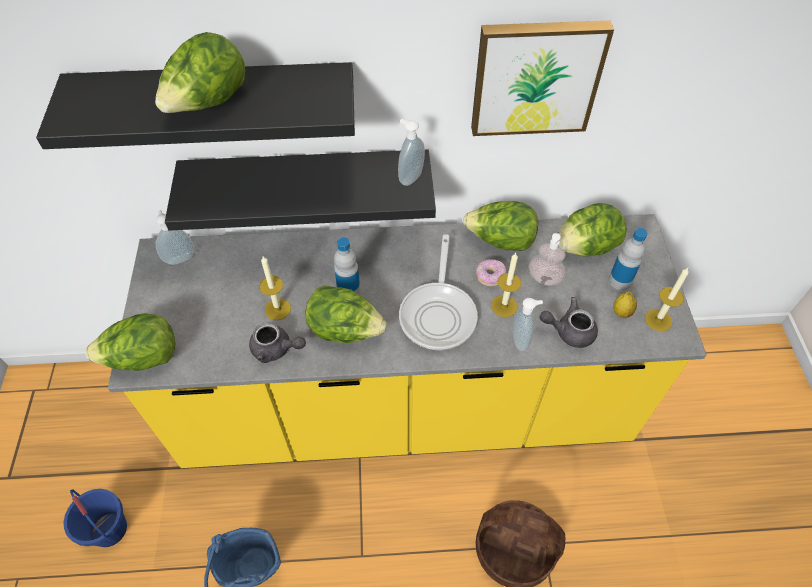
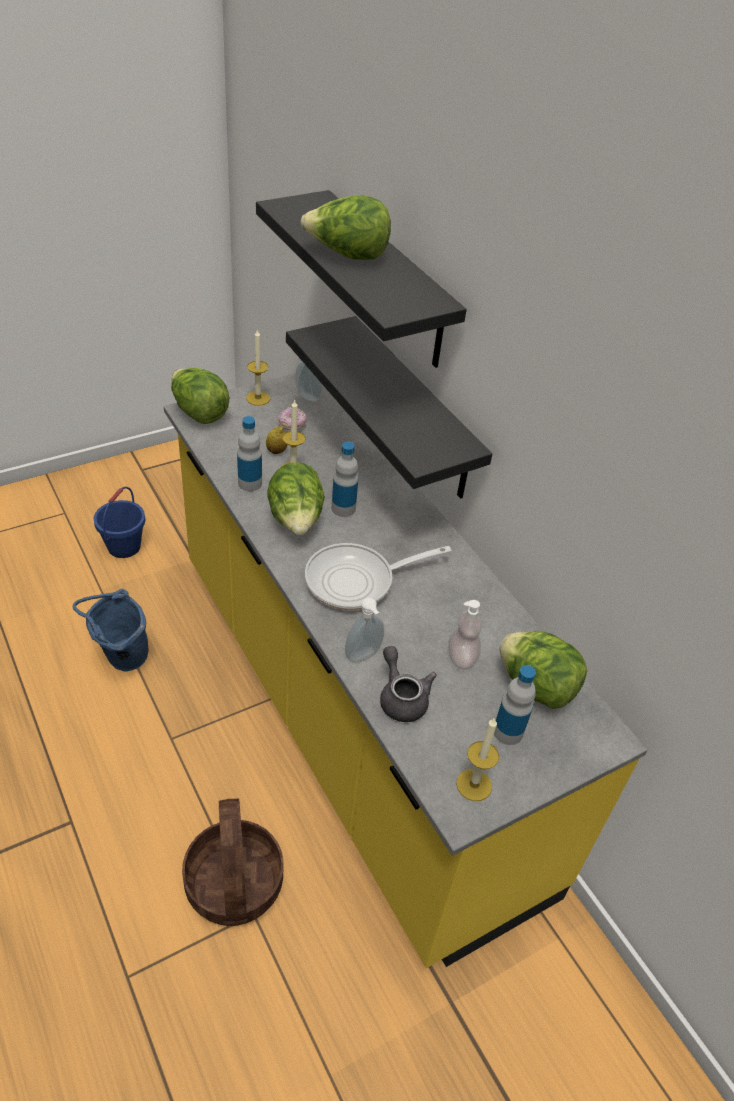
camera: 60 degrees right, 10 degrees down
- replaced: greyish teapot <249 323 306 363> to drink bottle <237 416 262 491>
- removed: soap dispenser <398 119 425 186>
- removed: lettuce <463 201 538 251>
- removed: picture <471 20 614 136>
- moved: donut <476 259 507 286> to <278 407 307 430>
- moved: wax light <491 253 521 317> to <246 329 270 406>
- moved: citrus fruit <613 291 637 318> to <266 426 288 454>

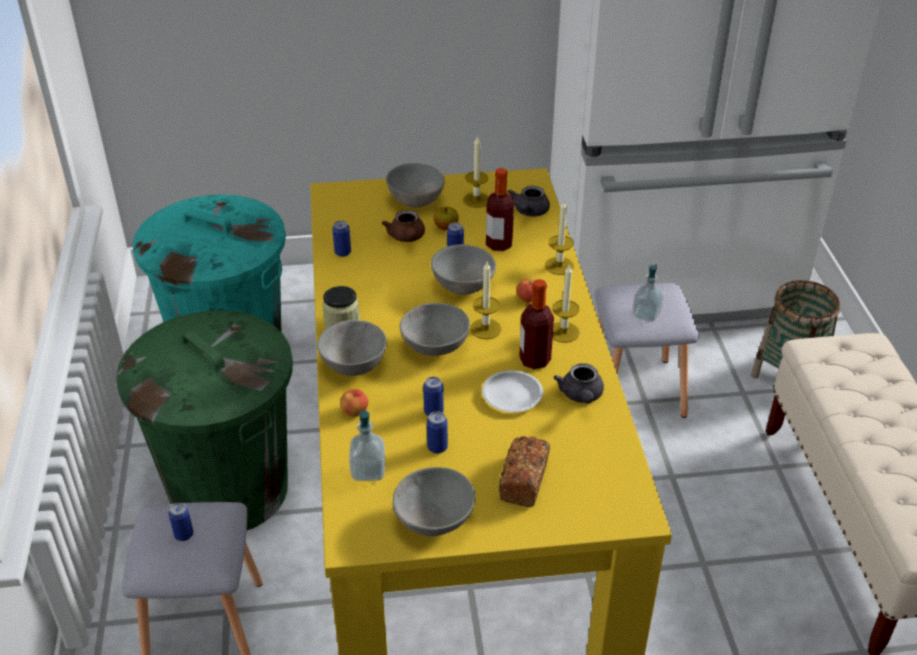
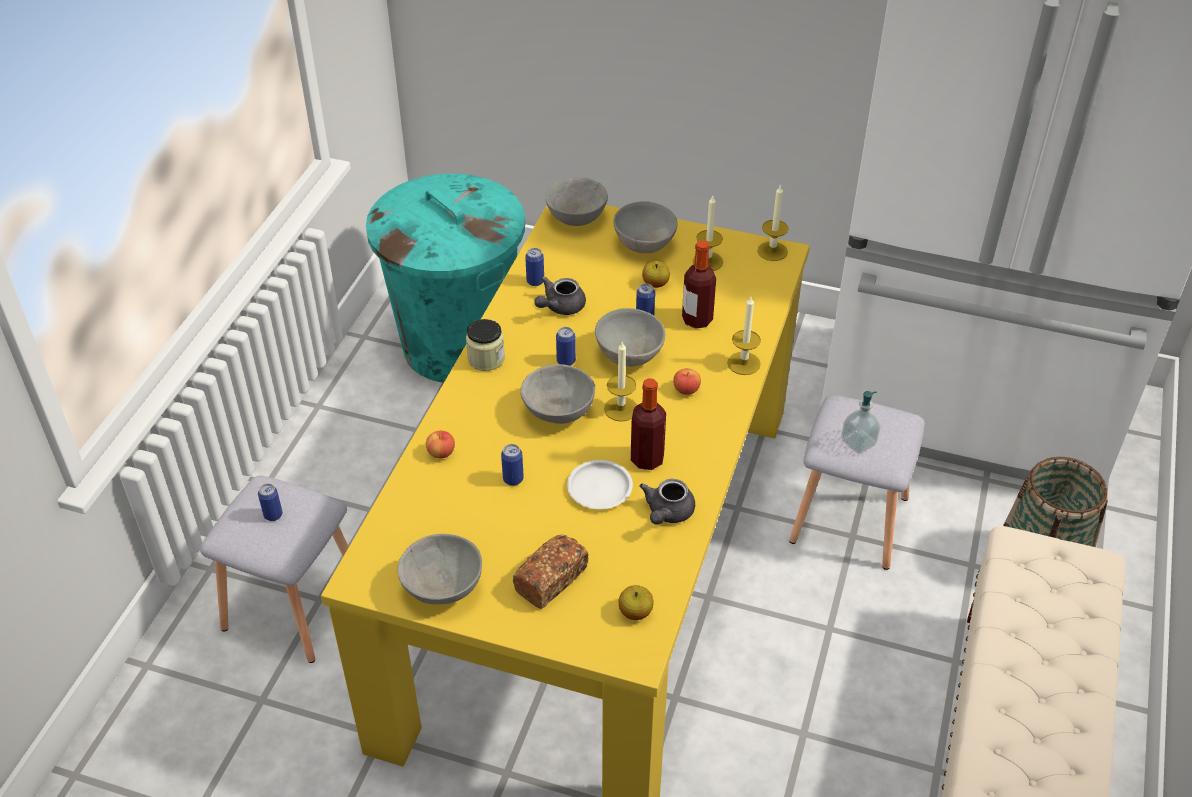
camera: 25 degrees right, 5 degrees up
- removed: green-coloured rubbish bin <116 310 293 530>
- moved: greyish serving bowl <317 320 387 376> to <545 177 608 226>
- removed: soap dispenser <349 408 385 481>
- removed: brown teapot <382 210 425 242>
- moved: metal can <427 411 448 454> to <556 327 576 366>
- moved: greyish teapot <508 186 550 217> to <534 276 586 315>
- moved: wax light <552 265 580 343> to <757 184 789 261>
- added: apple fruit <618 585 654 620>

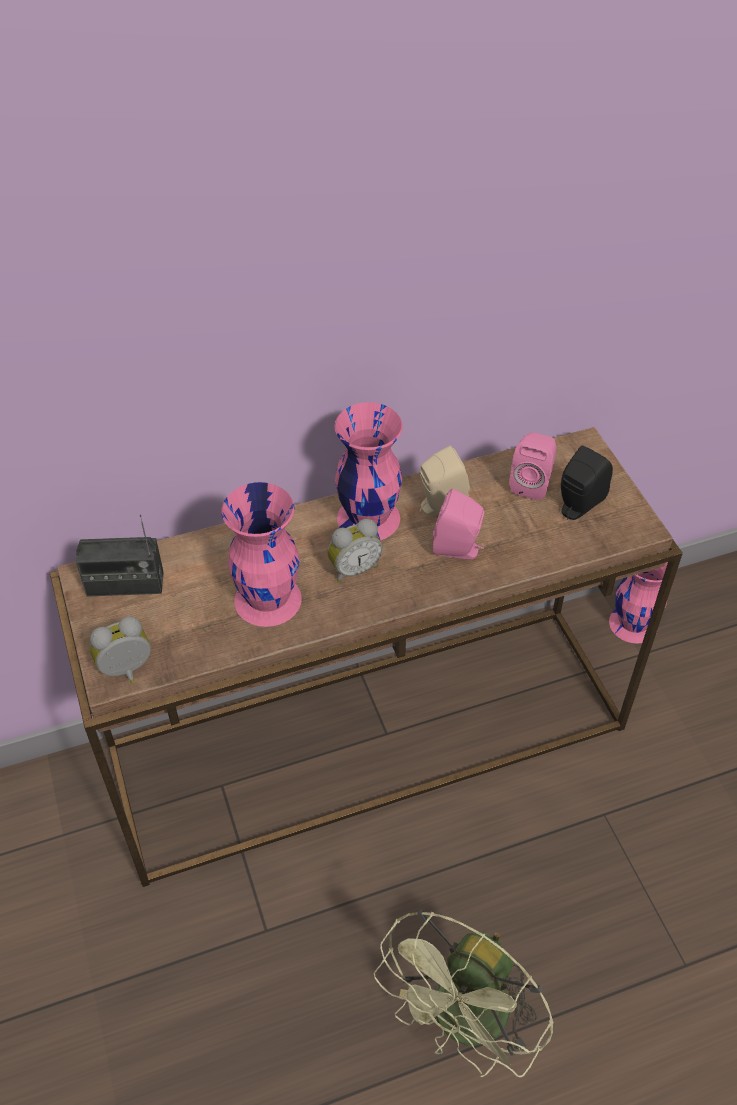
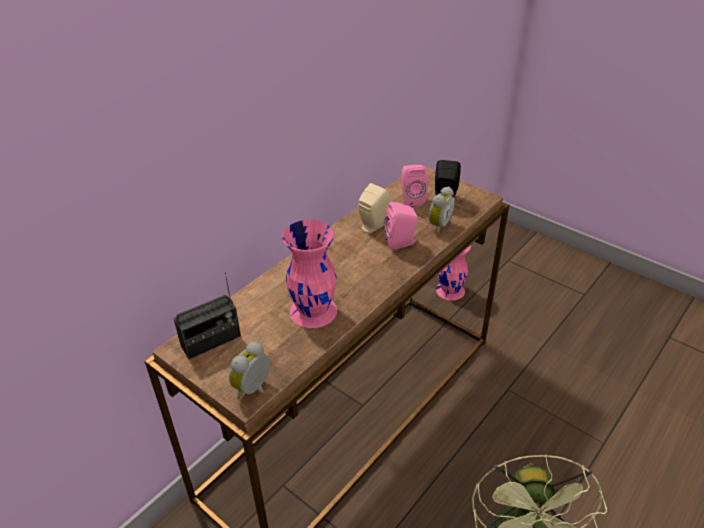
camera: 30 degrees left, 10 degrees down
- moved: bedside clock <327 519 383 582> to <429 186 455 234>
- removed: pink decorative vase <335 402 403 541>

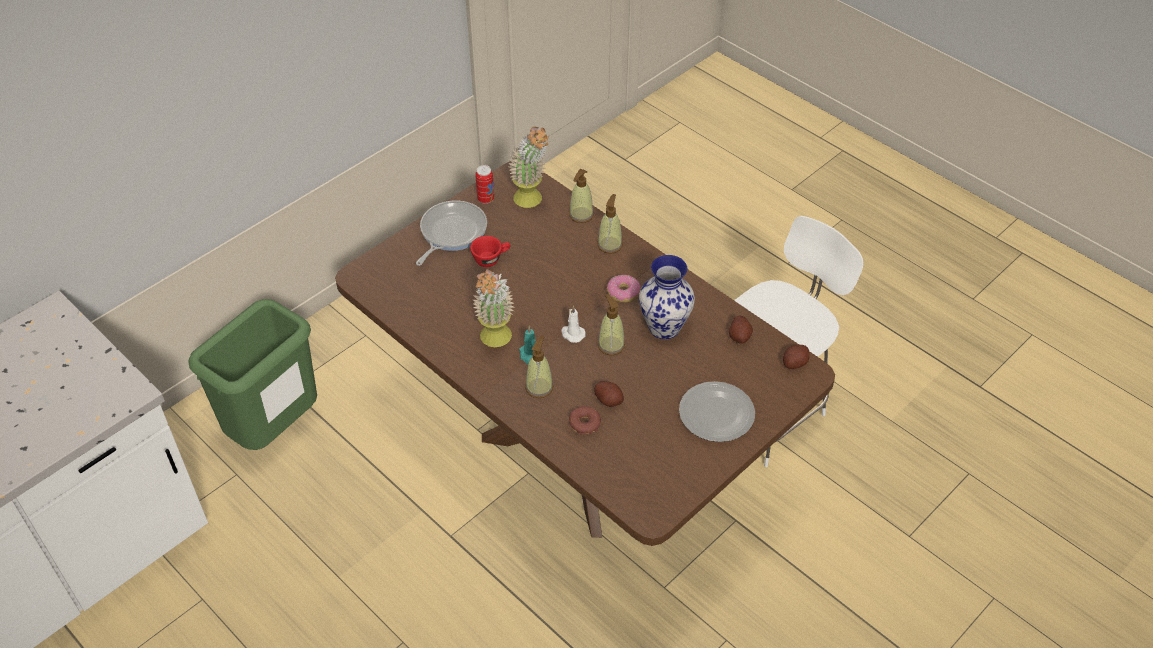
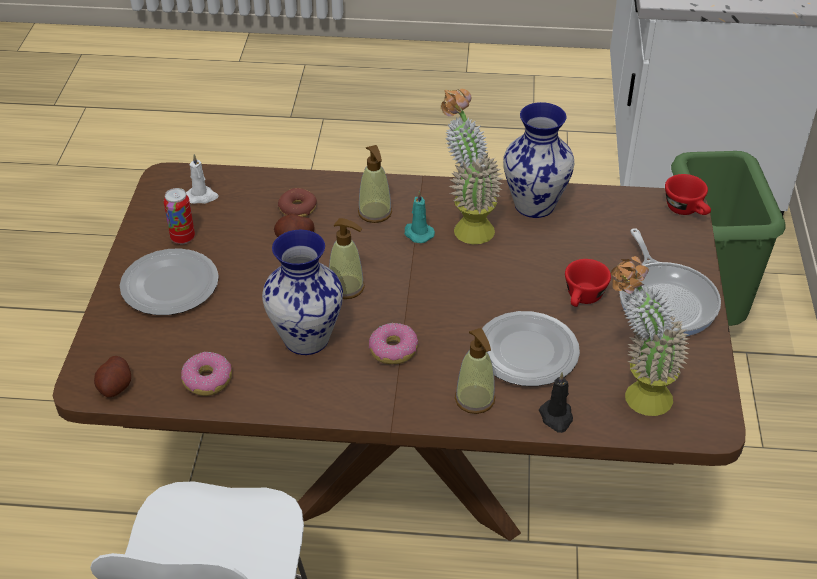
camera: 140 degrees right, 5 degrees down
- moved: metal can <475 165 494 204> to <164 188 195 244>
- moved: white-coloured wax light <561 306 586 343> to <186 154 219 204>
- replaced: soap dispenser <569 169 594 223> to black wax light <539 372 573 433>
- replaced: spud <729 316 753 344> to donut <181 352 232 396>
- added: flat dish <482 311 580 386>
- added: decorative vase <503 102 574 218>
- added: red drinking cup <665 174 711 215>

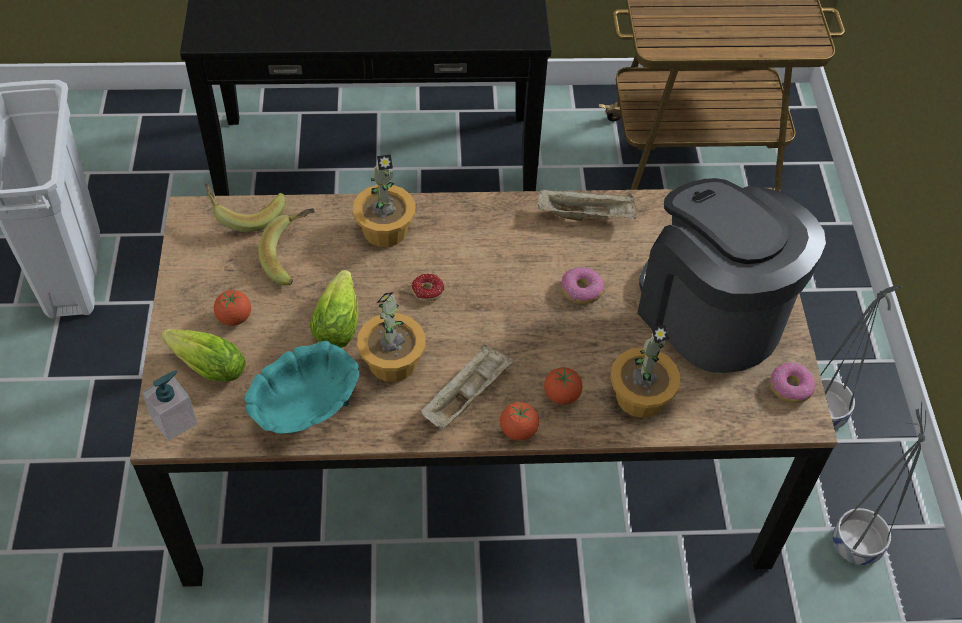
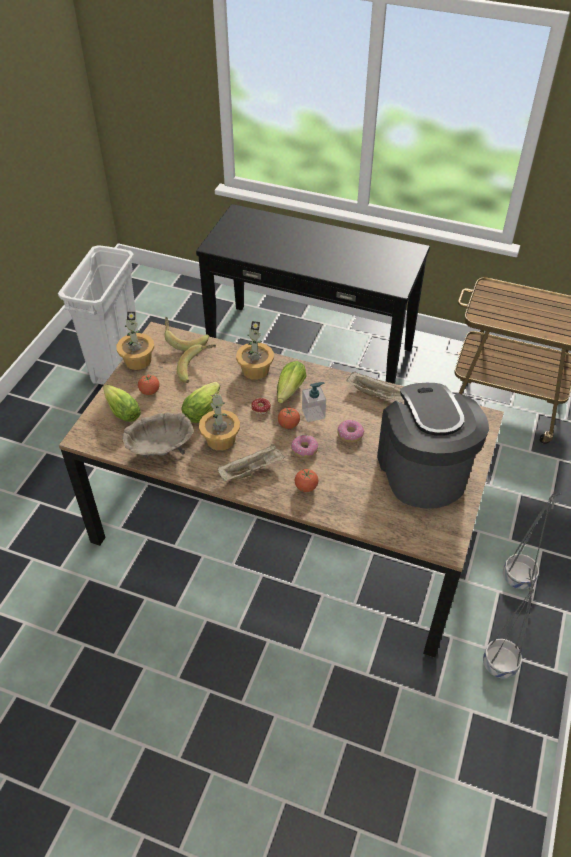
camera: 25 degrees right, 5 degrees down
- moved: soap dispenser <142 370 197 441> to <302 382 326 422>
- recoloured: blue-green serving bowl <244 341 359 434> to sand-coloured serving bowl <122 412 194 458>
- moved: fresh tomato <500 402 539 440> to <278 408 300 429>
- moved: plant in a pot <610 324 681 418> to <116 312 154 370>
- moved: donut <770 362 815 403> to <291 435 318 458>
- added: lettuce <277 361 306 403>

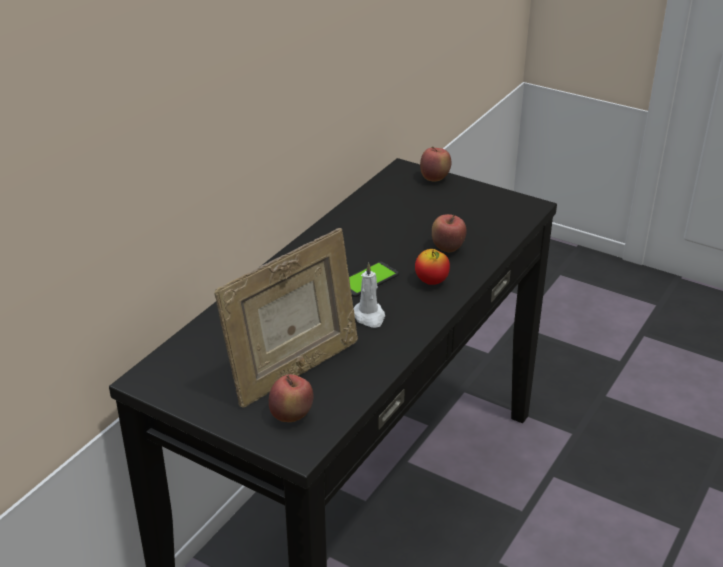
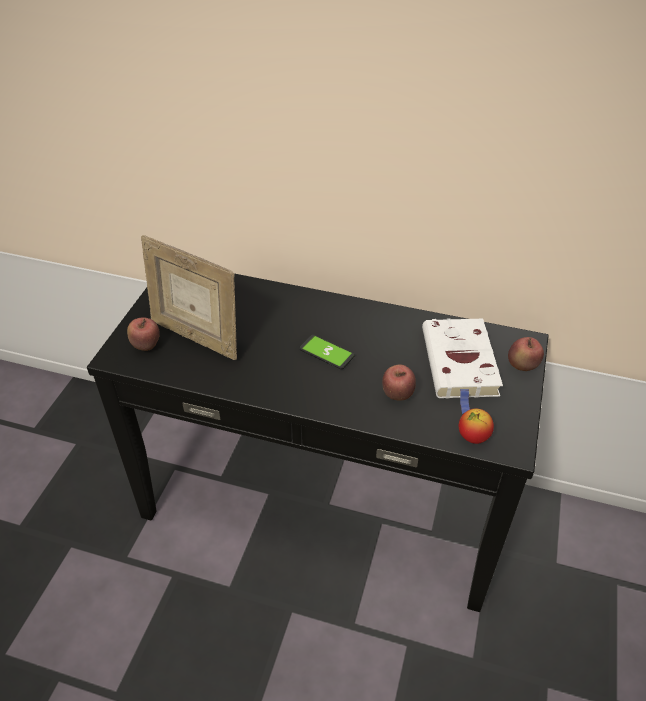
camera: 75 degrees right, 10 degrees up
- removed: white-coloured wax light <354 262 385 328>
- moved: apple fruit <415 249 450 285> to <459 409 494 444>
- added: white-coloured bound book <422 318 503 414>

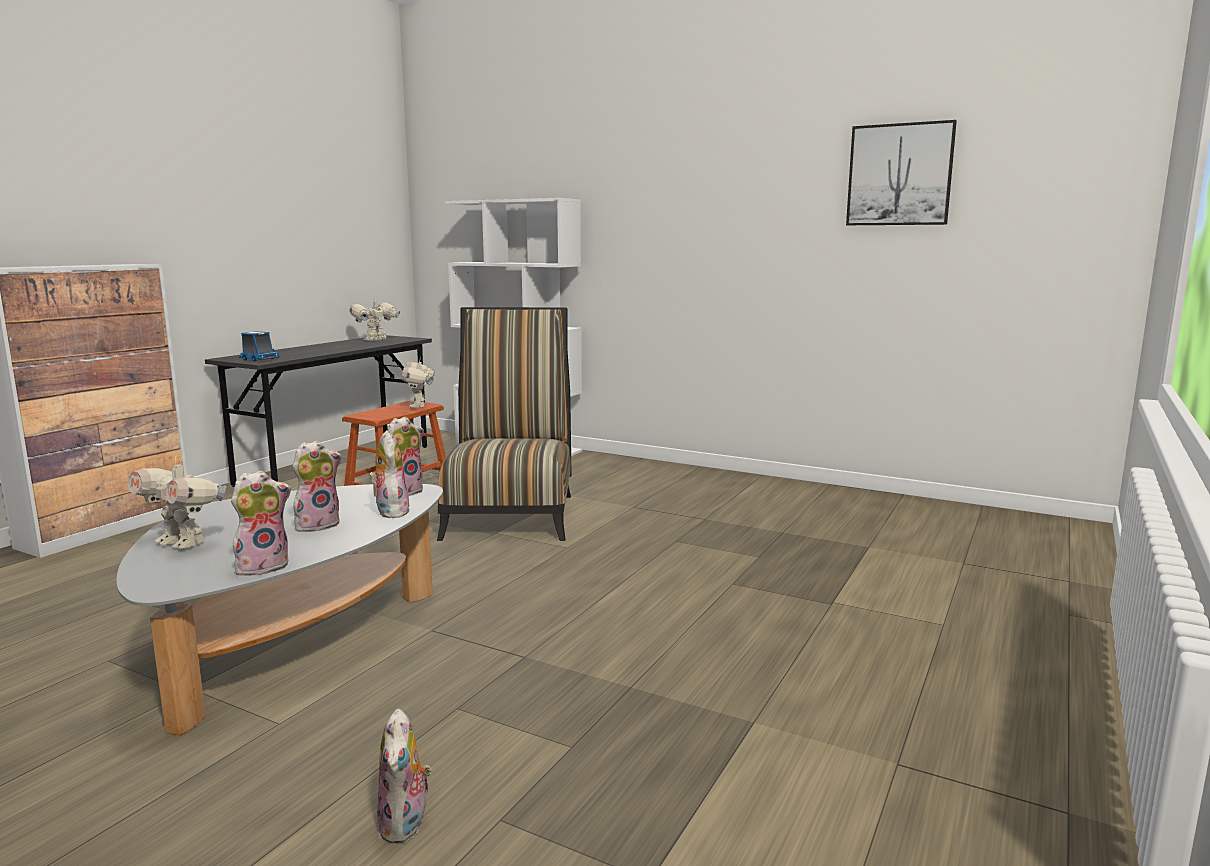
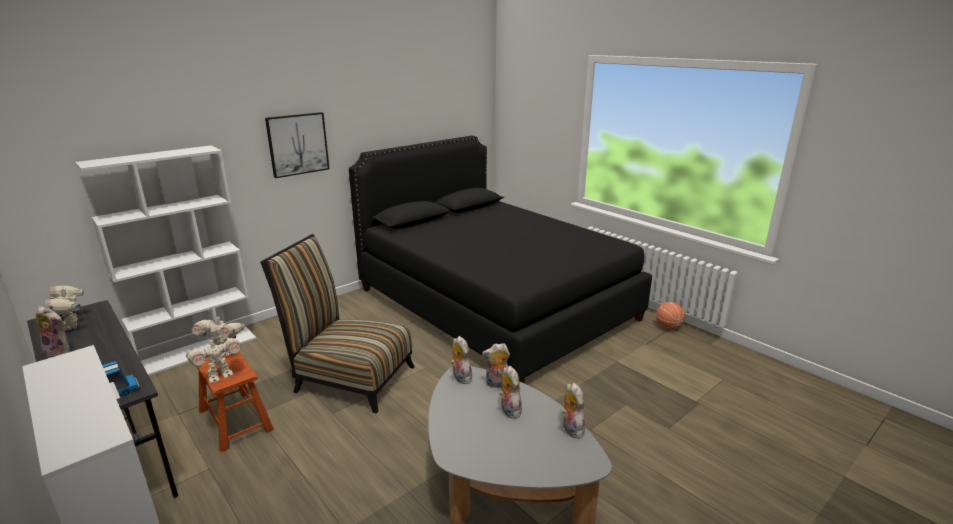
camera: 70 degrees left, 10 degrees up
- moved: robot figure <127 457 226 549> to <186 336 241 383>
- moved: plush toy <377 709 432 844> to <36 306 71 357>
- moved: picture <846 120 957 225> to <265 112 330 178>
- added: black bedroom bed <349 136 652 383>
- added: basketball ball <656 302 685 329>

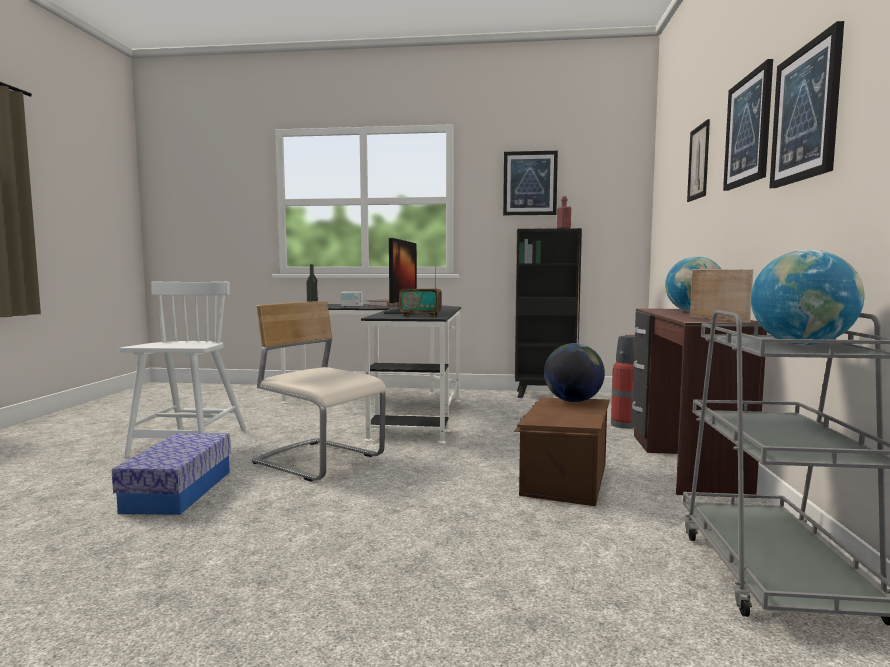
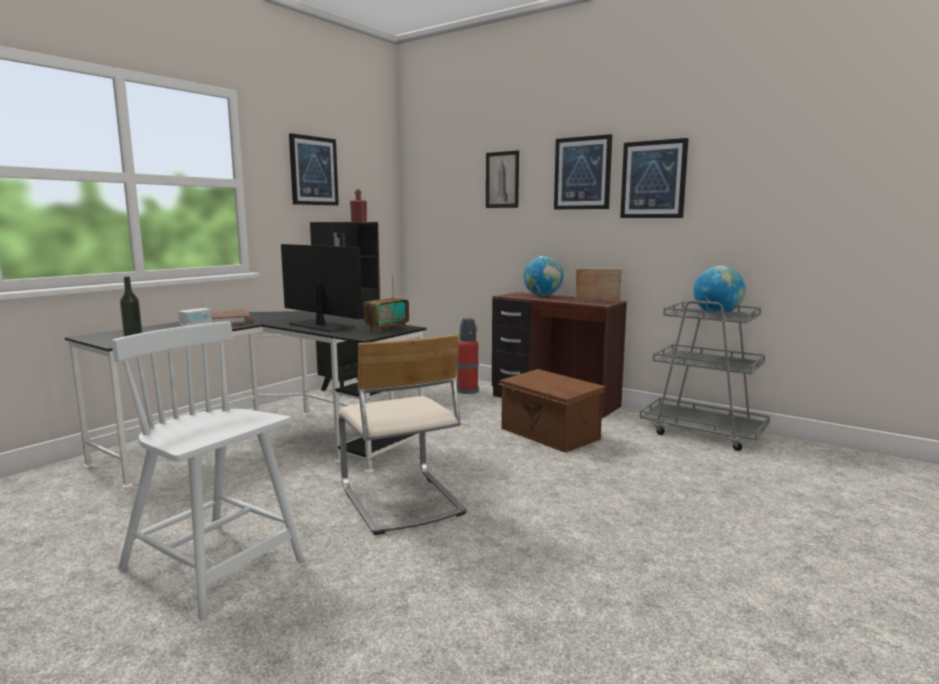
camera: 60 degrees left, 5 degrees up
- removed: storage container <112 433 231 515>
- turned: sand-coloured upright chair <252 301 386 482> = <338 334 467 535> 90 degrees counterclockwise
- removed: globe <544 343 605 402>

